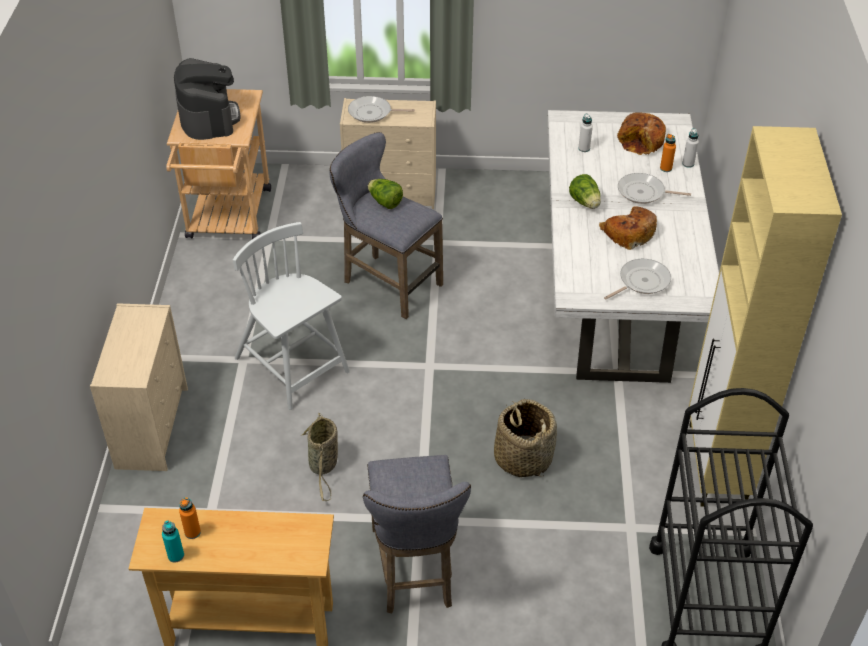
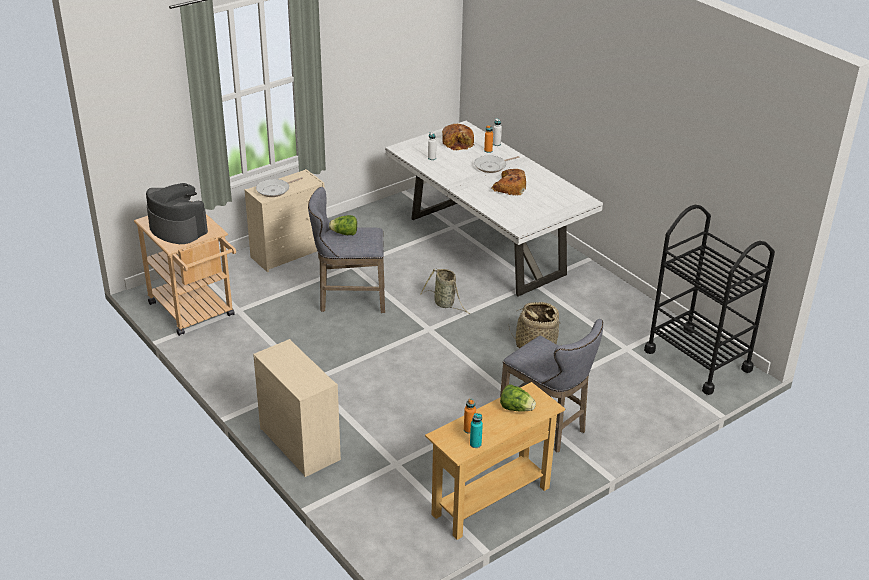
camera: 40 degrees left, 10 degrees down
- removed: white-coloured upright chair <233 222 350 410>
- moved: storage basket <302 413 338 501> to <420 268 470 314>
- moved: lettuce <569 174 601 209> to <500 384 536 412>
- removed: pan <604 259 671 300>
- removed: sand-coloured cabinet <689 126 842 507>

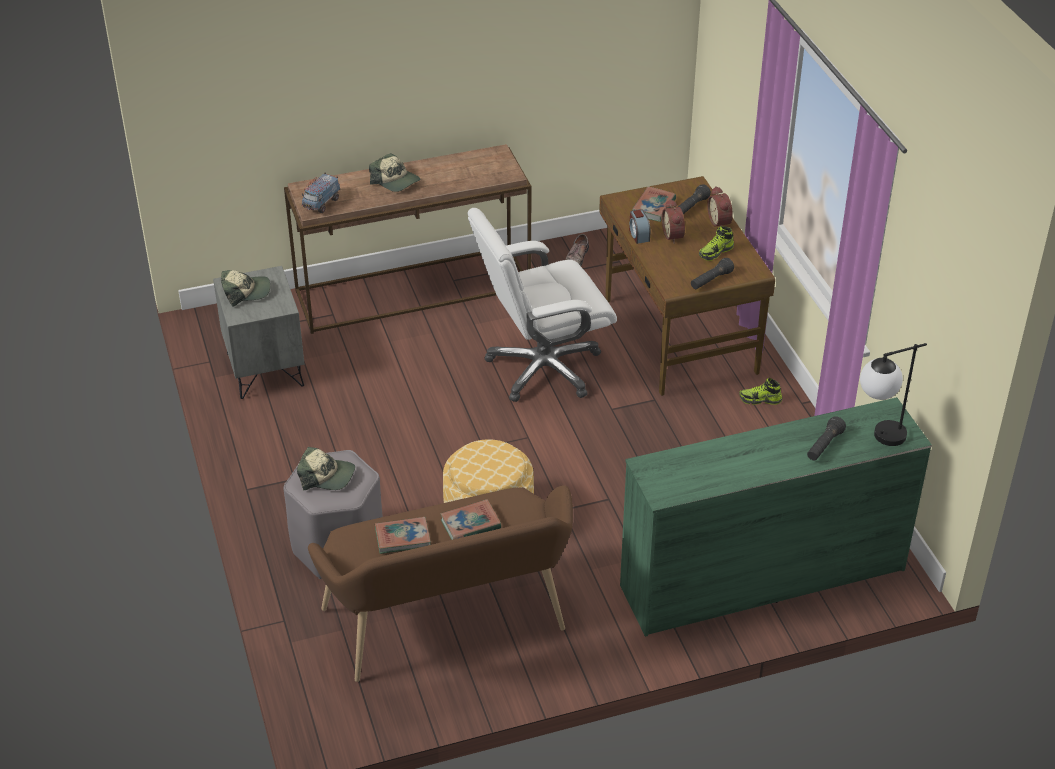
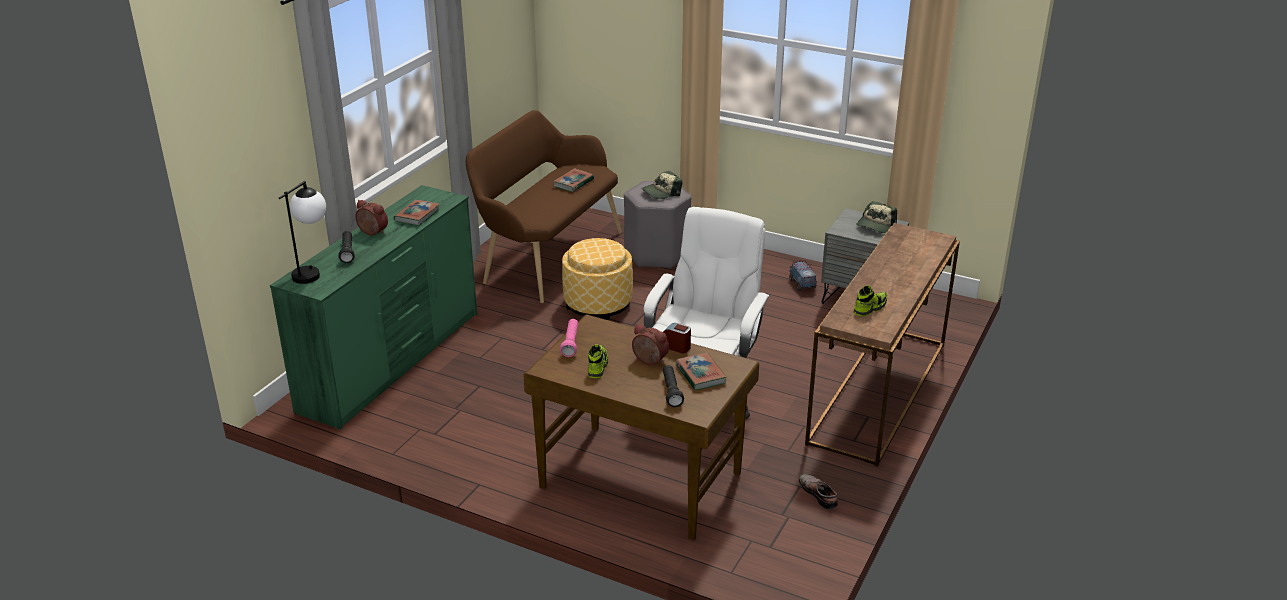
camera: 135 degrees right, 10 degrees down
- moved: toy lorry <302 173 340 213> to <789 260 817 291>
- removed: cap <369 153 420 192>
- moved: bound book <440 499 501 540> to <394 199 440 226>
- recoloured: black torch <691 258 734 289> to pink torch <560 319 578 357>
- moved: bedside clock <707 186 733 226> to <355 200 388 235>
- moved: item of footwear <739 378 782 405> to <853 285 887 317>

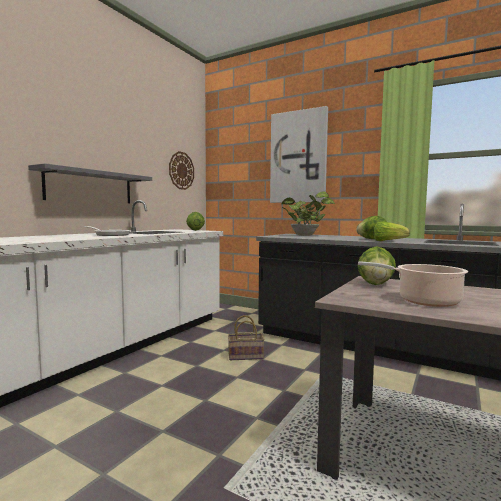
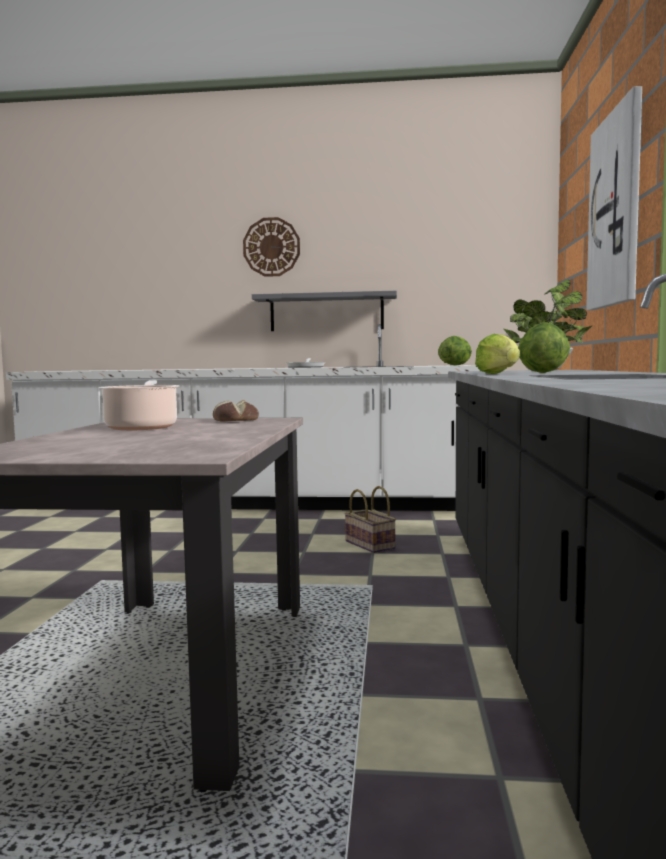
camera: 65 degrees right, 0 degrees up
- moved: wall clock <169 151 194 190> to <243 217 300 277>
- replaced: lettuce <358 246 396 285> to bakery bread <213 400 259 422>

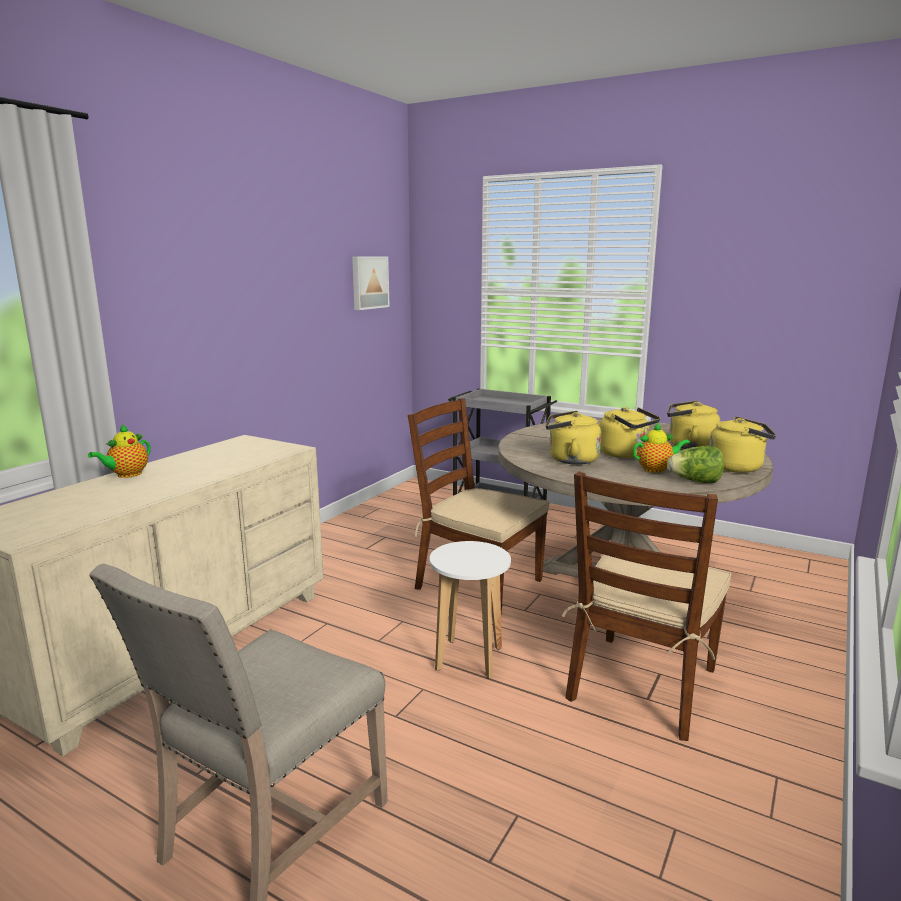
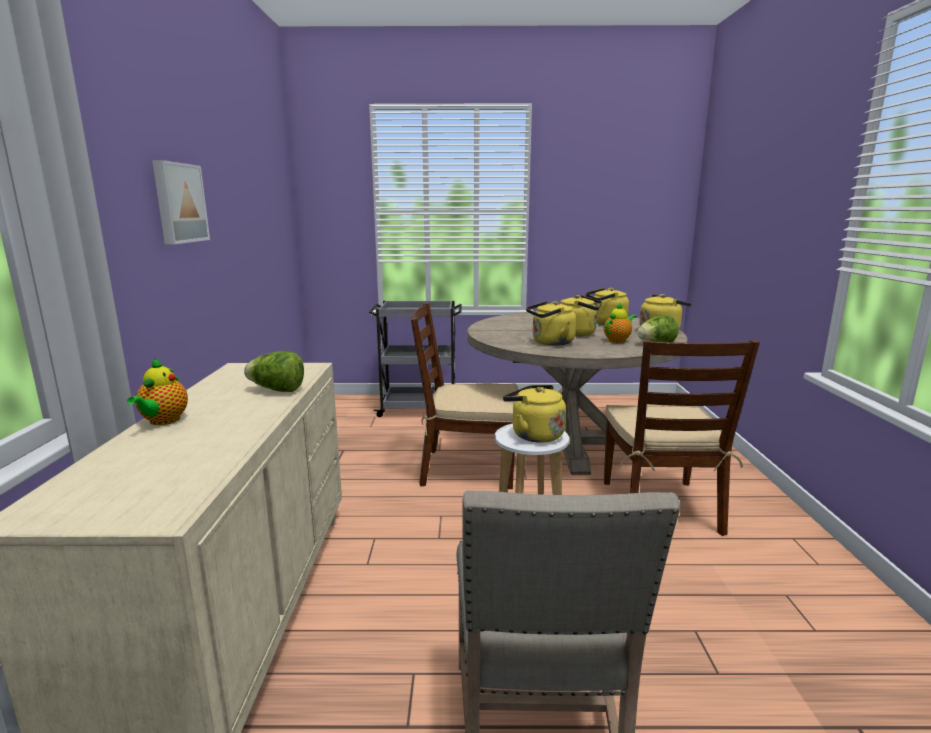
camera: 30 degrees left, 0 degrees up
- moved: picture <352 256 390 310> to <152 160 210 244>
- added: lettuce <244 351 304 392>
- added: yellow water kettle <503 385 566 443>

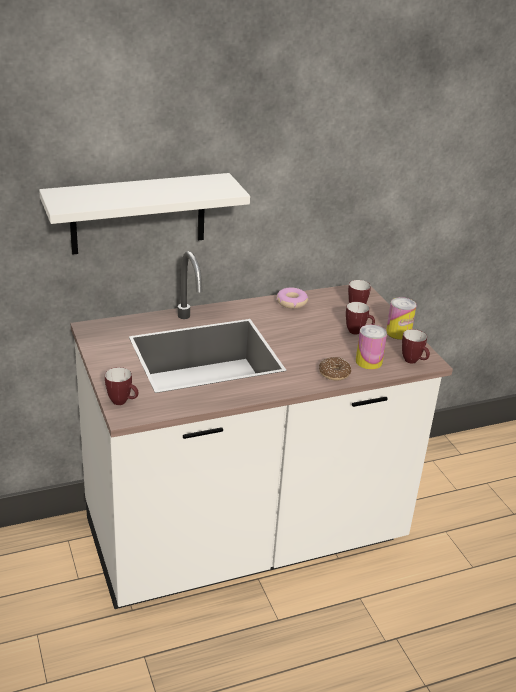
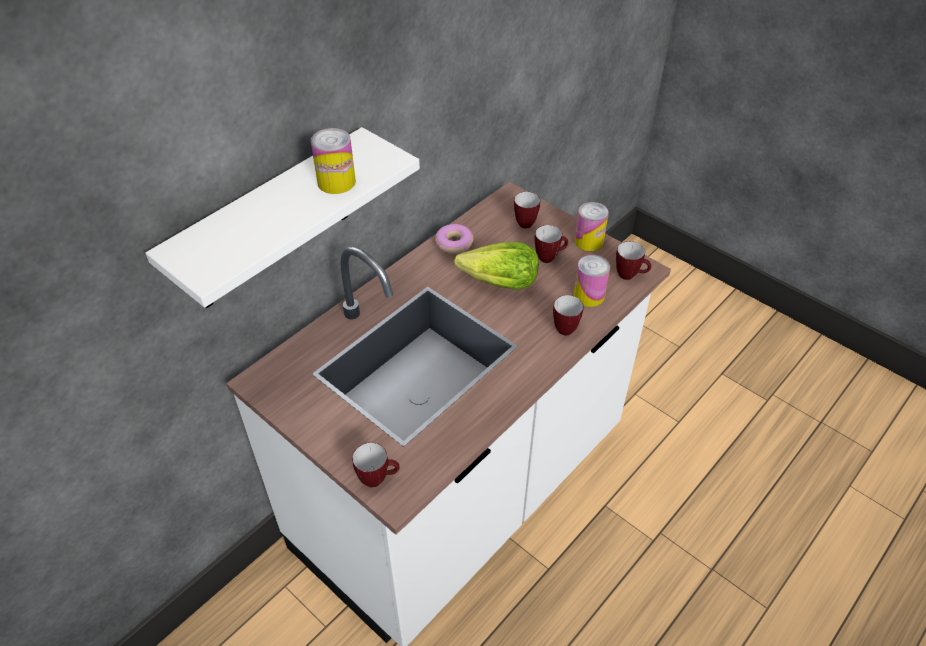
camera: 25 degrees left, 15 degrees up
- replaced: donut <319 357 351 381> to tea mug <553 295 584 336>
- added: metal can <311 128 356 194>
- added: lettuce <454 242 539 290>

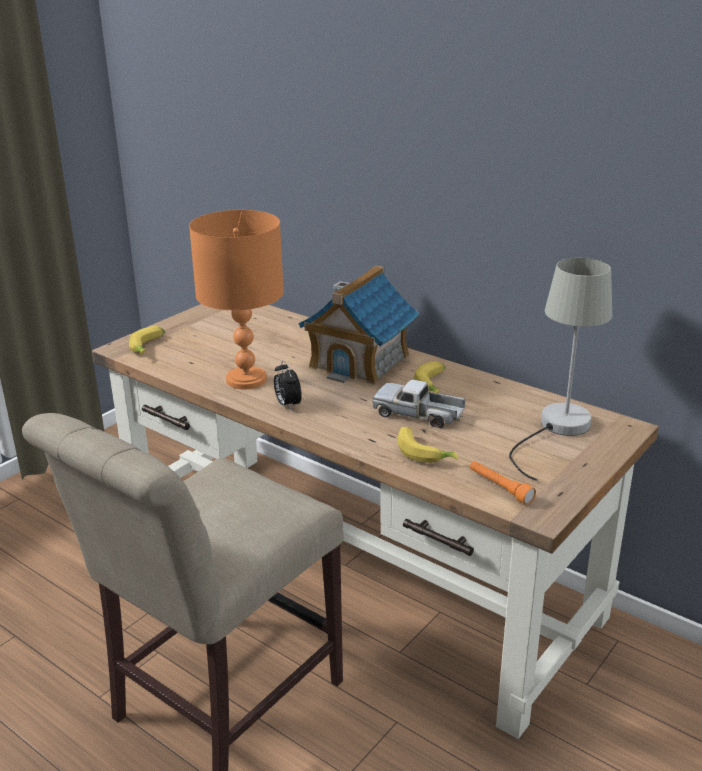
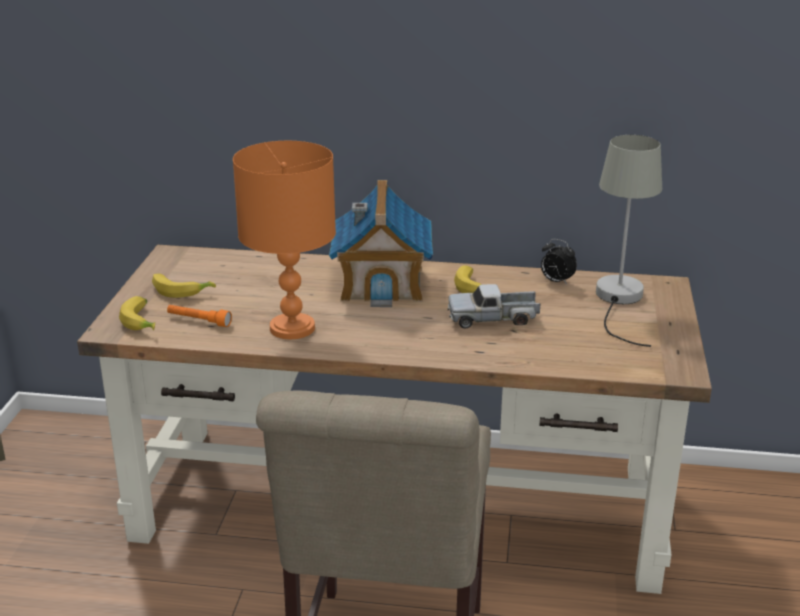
camera: 30 degrees left, 0 degrees up
- moved: bedside clock <274 360 302 410> to <541 239 577 285>
- moved: whole banana <398 427 458 463> to <152 274 216 298>
- moved: orange-coloured torch <470 461 536 505> to <167 305 232 327>

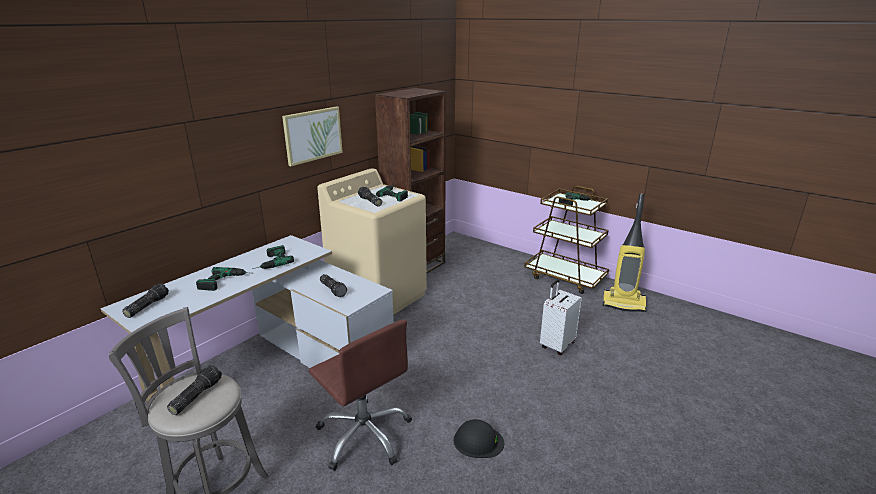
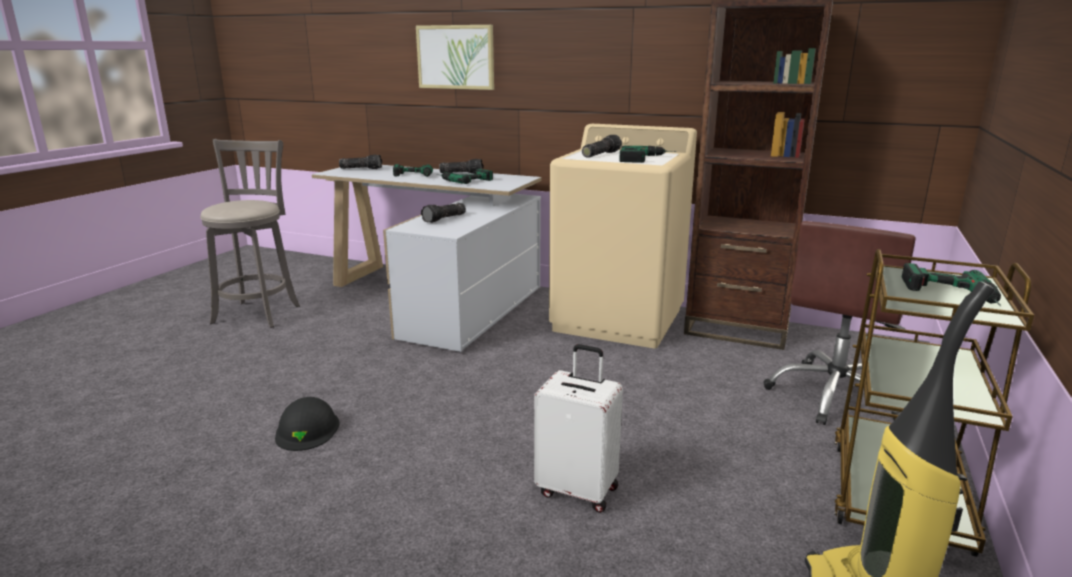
camera: 75 degrees right, 5 degrees down
- moved: torch <167 365 222 415> to <439 159 483 174>
- moved: picture <282 106 343 166> to <416 25 494 90>
- moved: brown office chair <309 319 412 471> to <764 221 915 425>

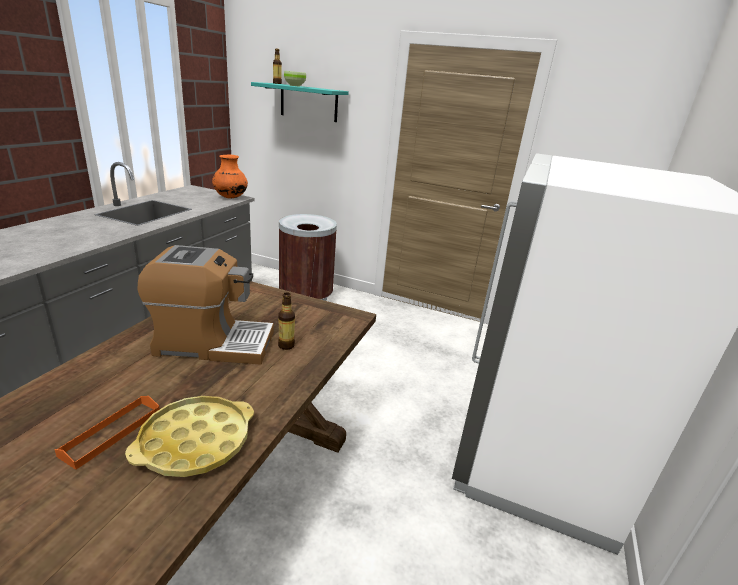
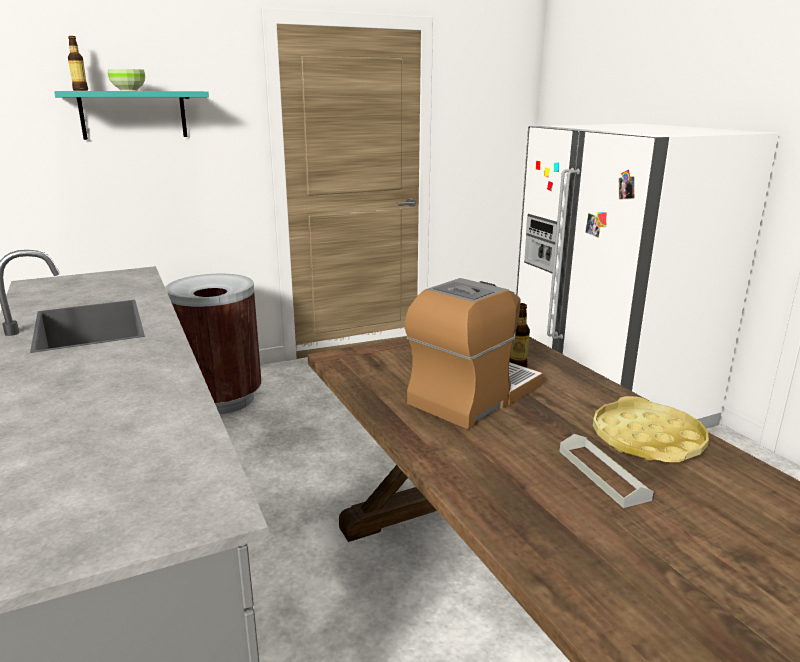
camera: 45 degrees left, 5 degrees down
- recoloured: orange-coloured tray <55 396 160 470> to greyish tray <559 434 654 508>
- removed: orange-coloured decorative vase <212 155 248 199>

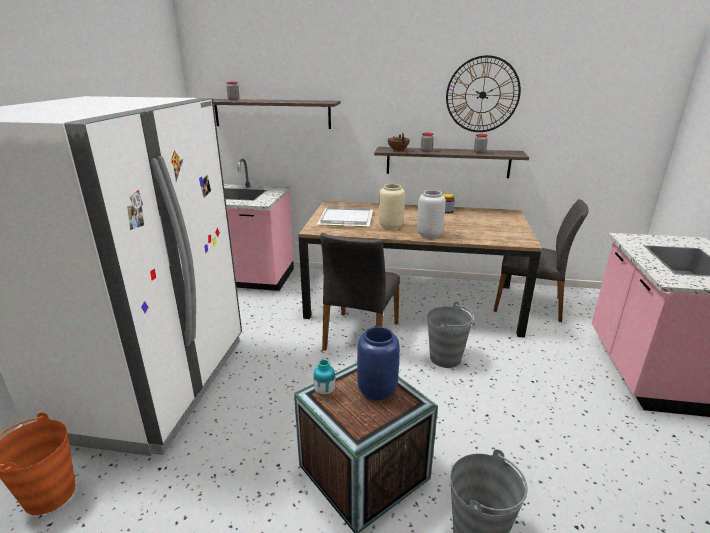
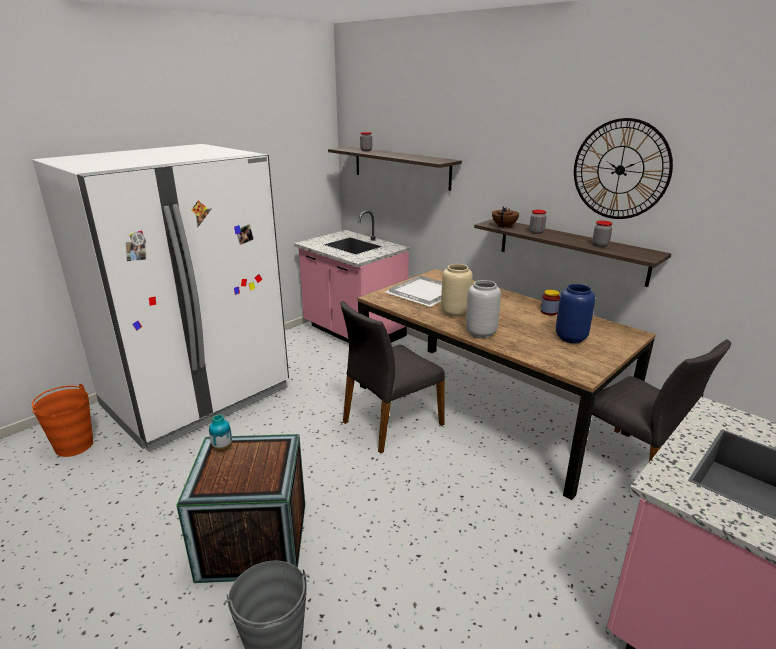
camera: 35 degrees right, 0 degrees up
- moved: blue decorative vase <357 327 400 400> to <556 284 595 343>
- removed: greyish water bucket <427 302 474 368>

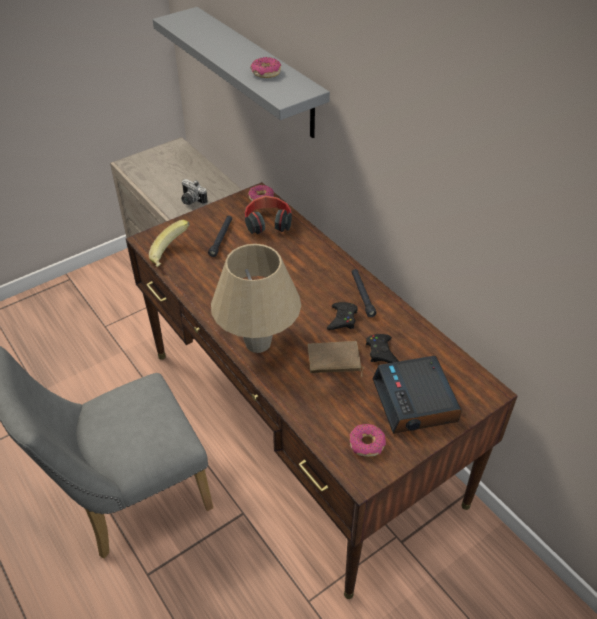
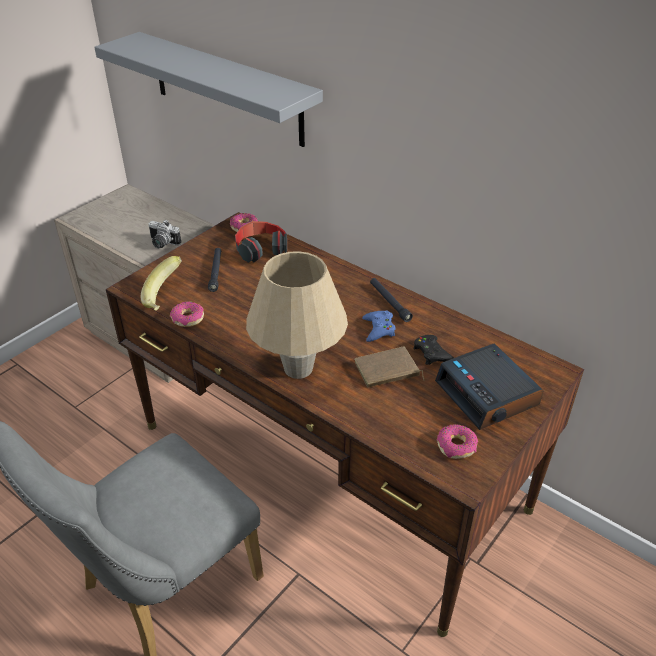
camera: 15 degrees left, 5 degrees down
- moved: donut <250 57 281 78> to <170 301 204 327>
- recoloured: black joypad <327 302 358 330> to blue joypad <362 310 396 342>

